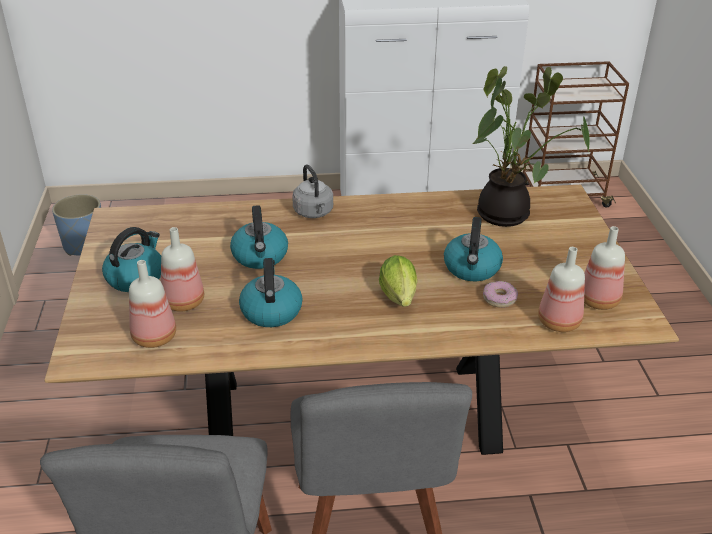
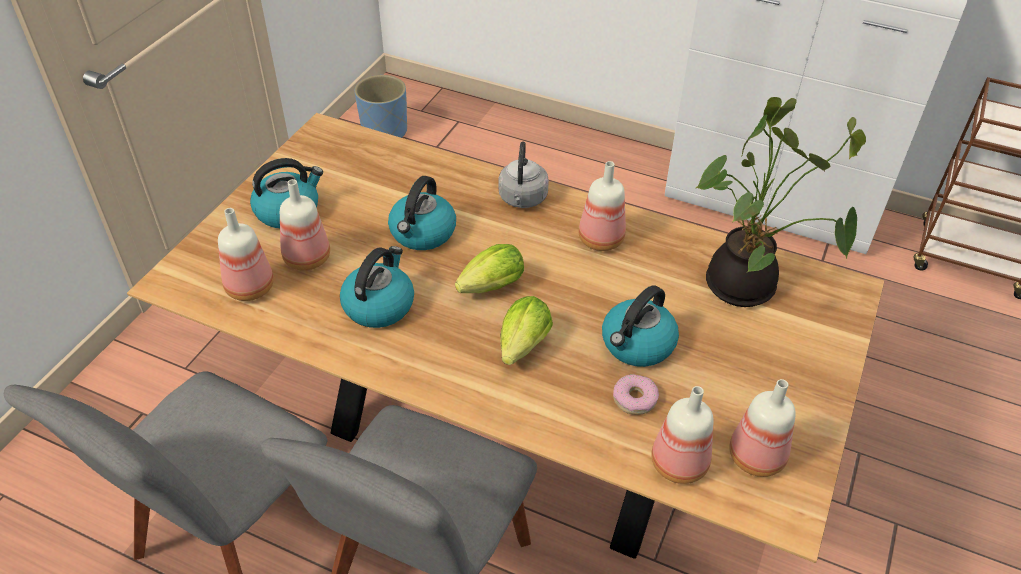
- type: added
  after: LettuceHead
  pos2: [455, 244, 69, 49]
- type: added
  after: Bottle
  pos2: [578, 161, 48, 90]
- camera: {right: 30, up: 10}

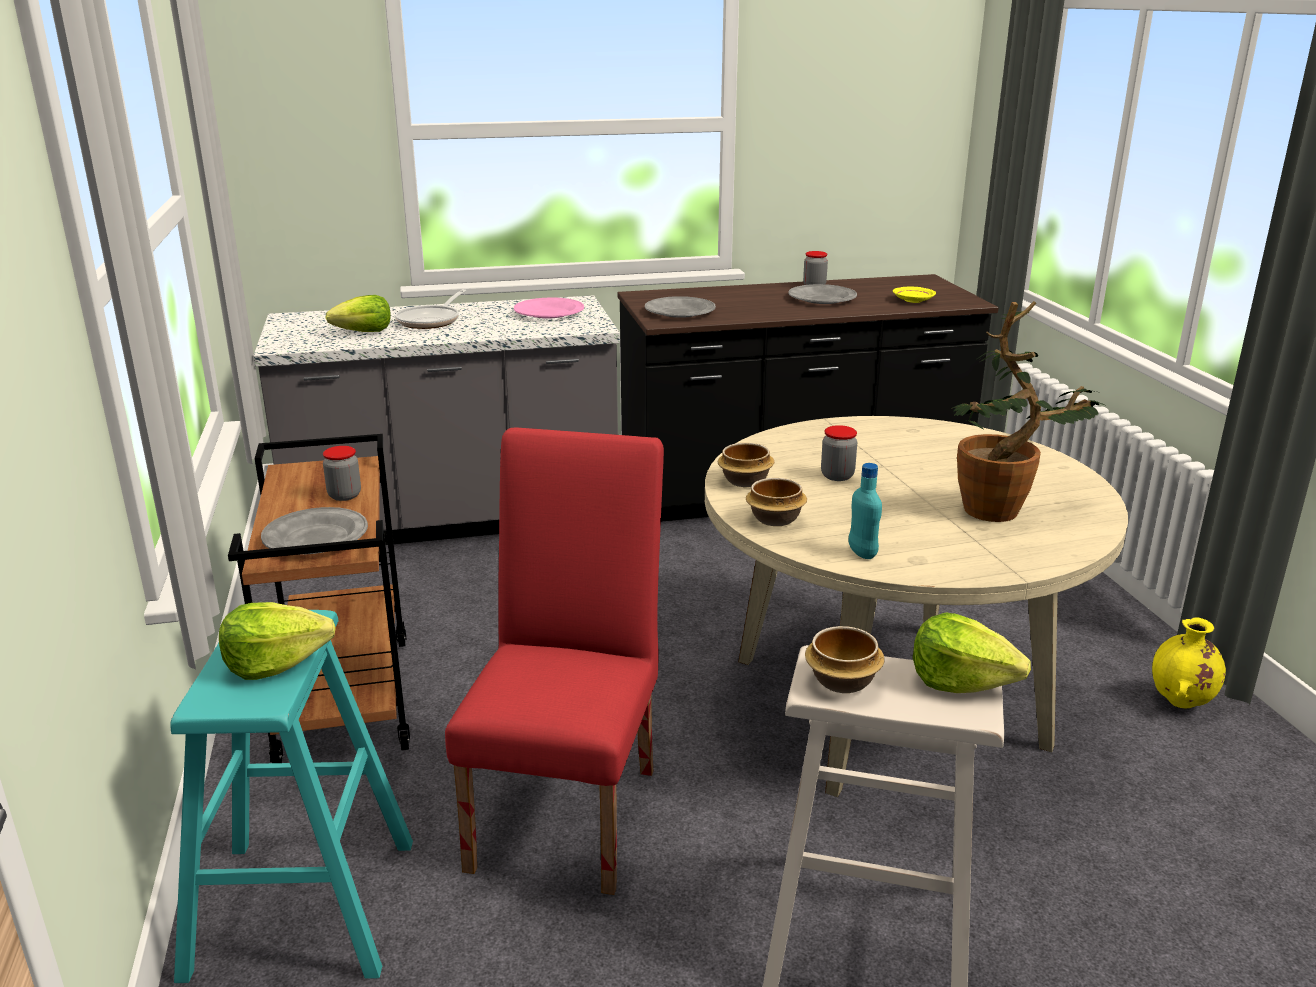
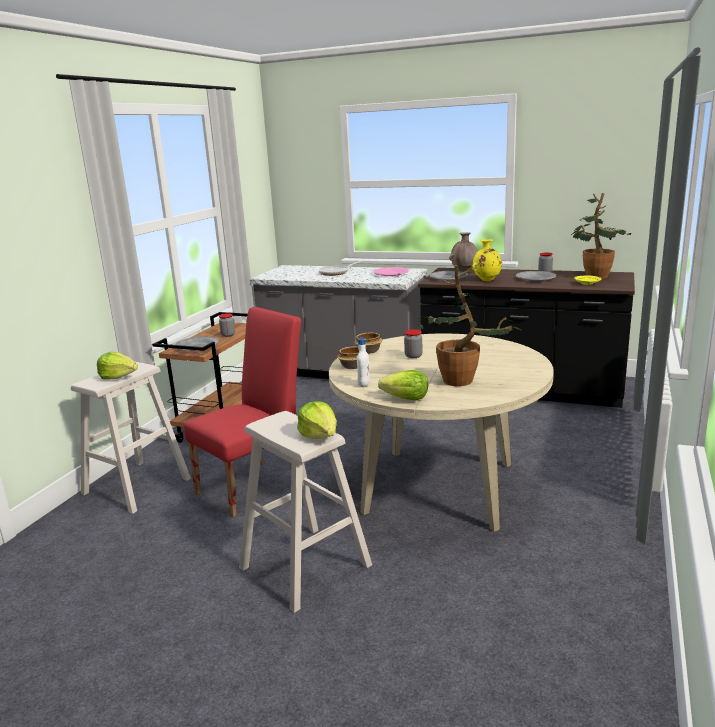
- type: recoloured
  before: TurquoiseColouredSittingStool
  after: BeigeColouredSittingStool
  pos1: [170, 610, 243, 373]
  pos2: [71, 362, 120, 152]
- type: moved
  before: LettuceHead
  pos1: [326, 295, 65, 37]
  pos2: [378, 370, 50, 30]
- type: removed
  before: Bowl
  pos1: [805, 626, 80, 67]
- type: recoloured
  before: TurquoiseColouredBottle
  after: WhiteBottle
  pos1: [849, 463, 33, 96]
  pos2: [357, 338, 13, 49]
- type: moved
  before: YellowColouredDecorativeVase
  pos1: [1152, 617, 74, 91]
  pos2: [472, 239, 30, 42]
- type: added
  after: BrownishDecorativeVase
  pos2: [449, 232, 28, 39]
- type: added
  after: Houseplant
  pos2: [571, 193, 61, 86]
- camera: {right: 35, up: -5}

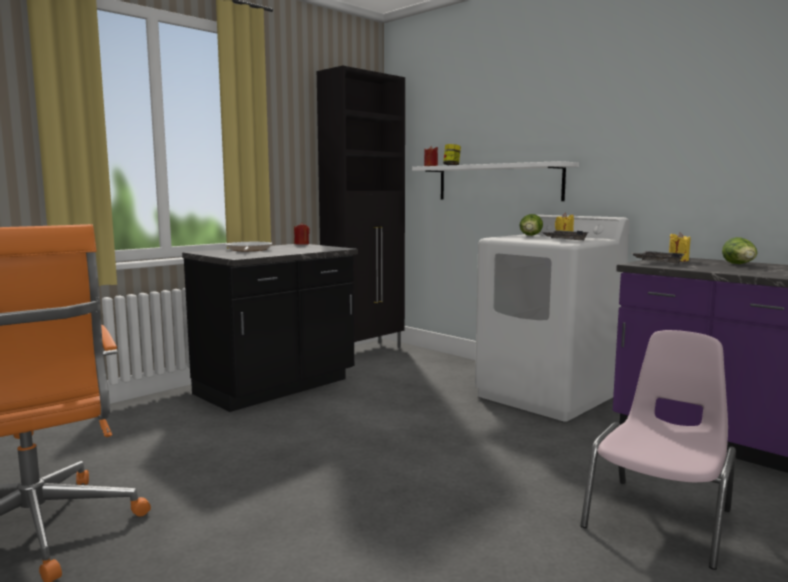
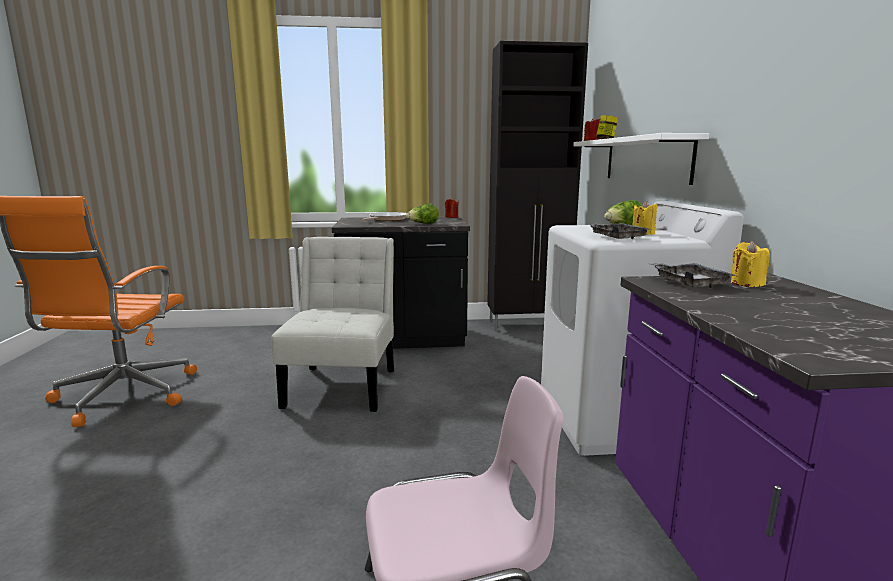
- type: moved
  before: LettuceHead
  pos1: [722, 237, 35, 27]
  pos2: [406, 204, 33, 20]
- type: added
  after: WhiteChair
  pos2: [271, 237, 123, 175]
- camera: {right: 40, up: 5}

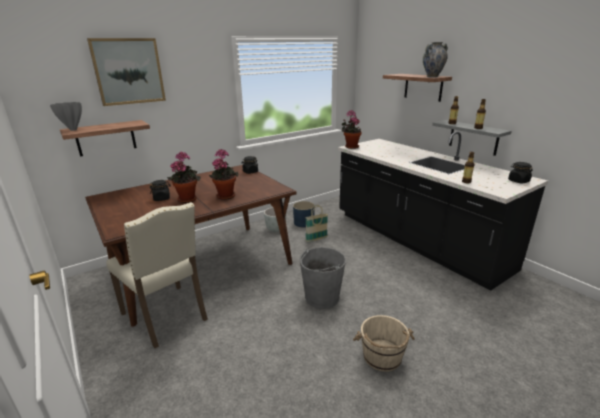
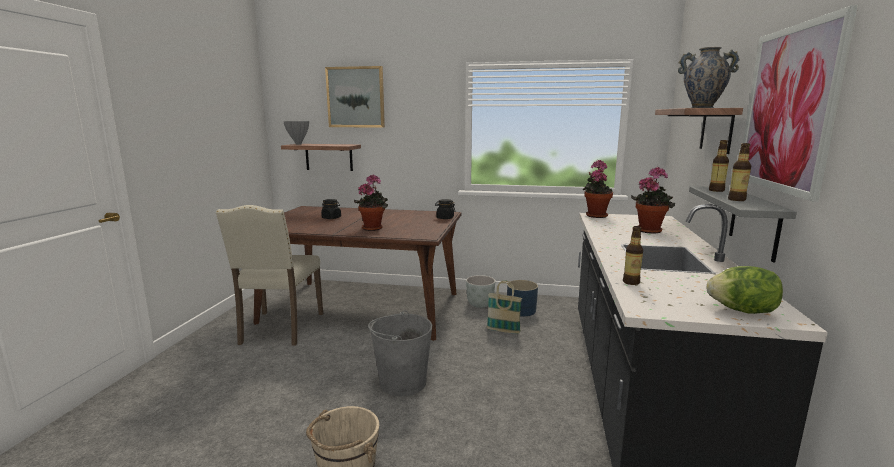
- type: moved
  before: Houseplant
  pos1: [167, 152, 34, 51]
  pos2: [631, 167, 44, 67]
- type: replaced
  before: BlackColouredJar
  after: LettuceHead
  pos1: [508, 162, 25, 21]
  pos2: [707, 266, 76, 48]
- type: added
  after: WallPicture
  pos2: [743, 5, 115, 197]
- camera: {right: 45, up: -10}

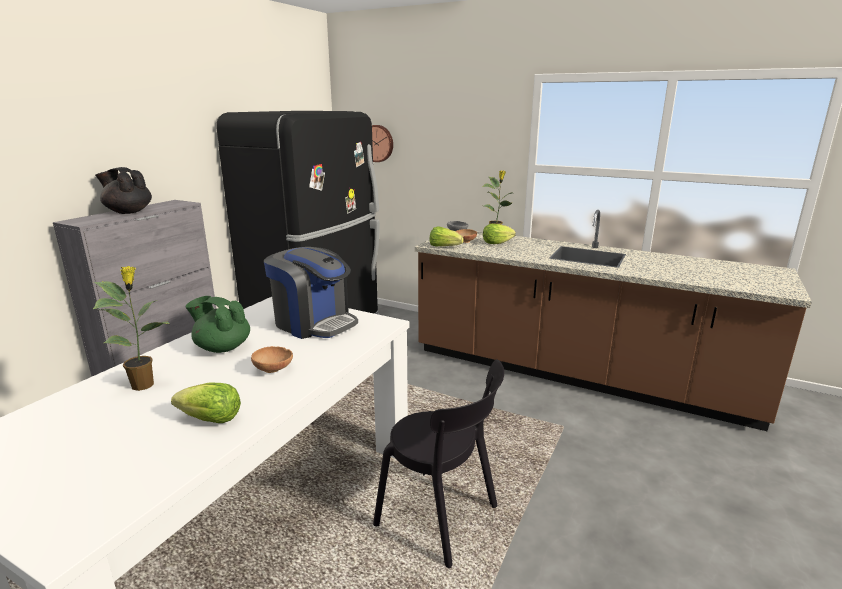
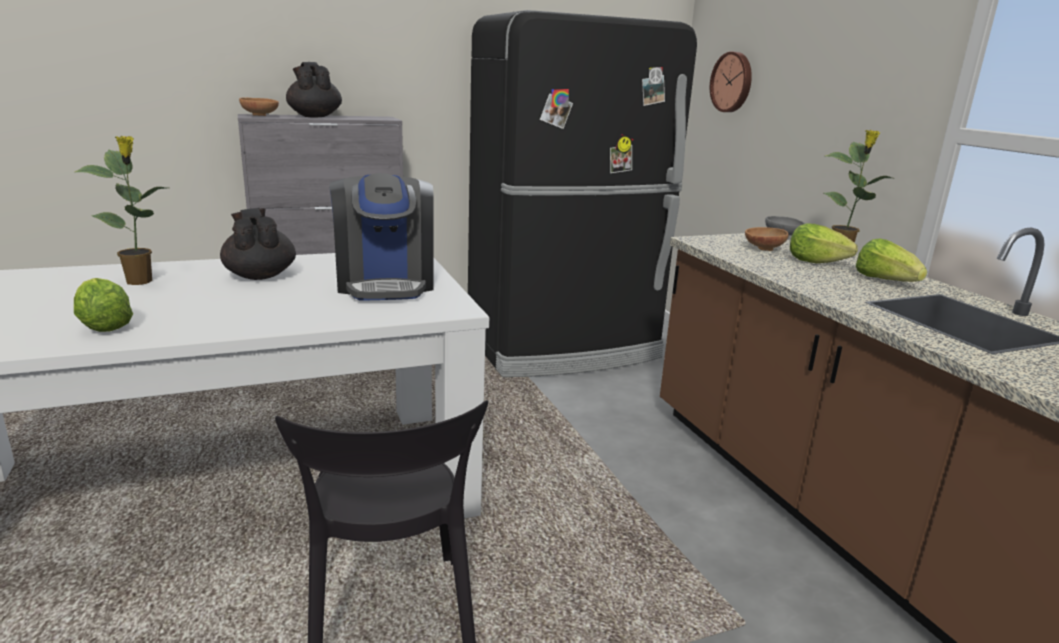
- type: recoloured
  before: GreenishPotForTea
  after: BlackColouredPotForTea
  pos1: [185, 296, 65, 57]
  pos2: [220, 208, 76, 72]
- type: moved
  before: BrownishBowl
  pos1: [251, 346, 42, 27]
  pos2: [239, 98, 40, 18]
- type: moved
  before: LettuceHead
  pos1: [429, 227, 35, 20]
  pos2: [856, 238, 71, 44]
- camera: {right: 40, up: 0}

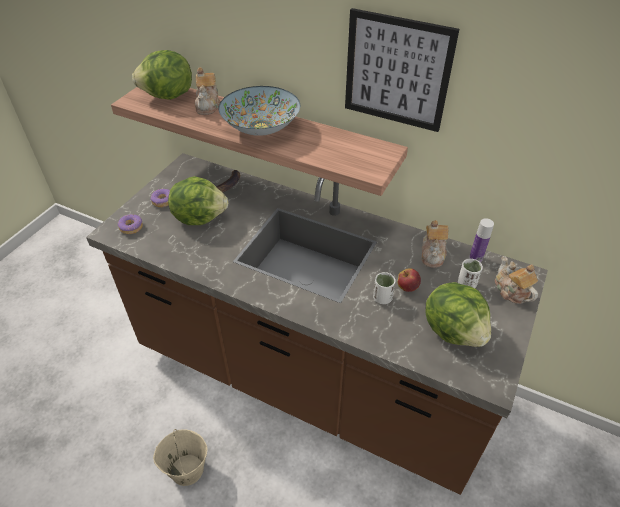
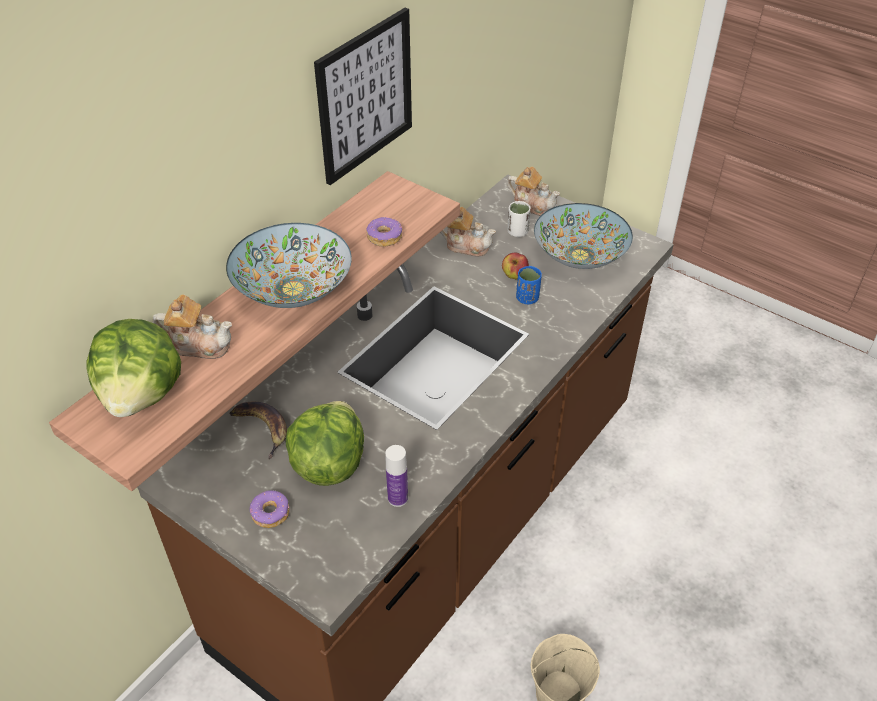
- type: moved
  before: Donut
  pos1: [118, 214, 25, 20]
  pos2: [366, 217, 36, 30]
- type: recoloured
  before: WhiteSmallCup
  after: BlueSmallCup
  pos1: [373, 272, 23, 32]
  pos2: [516, 266, 26, 38]
- type: replaced
  before: LettuceHead
  after: Bowl
  pos1: [426, 282, 65, 65]
  pos2: [534, 203, 99, 66]
- type: moved
  before: Bottle
  pos1: [469, 218, 25, 44]
  pos2: [385, 445, 23, 62]
- type: turned
  before: PotForTea
  pos1: [495, 256, 43, 48]
  pos2: [507, 166, 53, 50]
  turn: -135
- camera: {right: -80, up: 0}

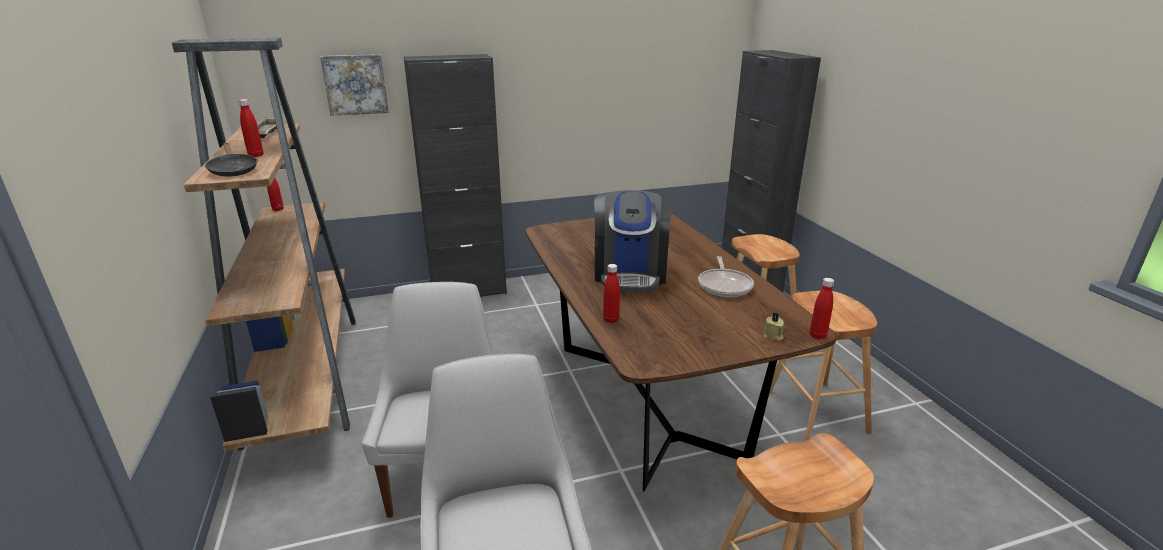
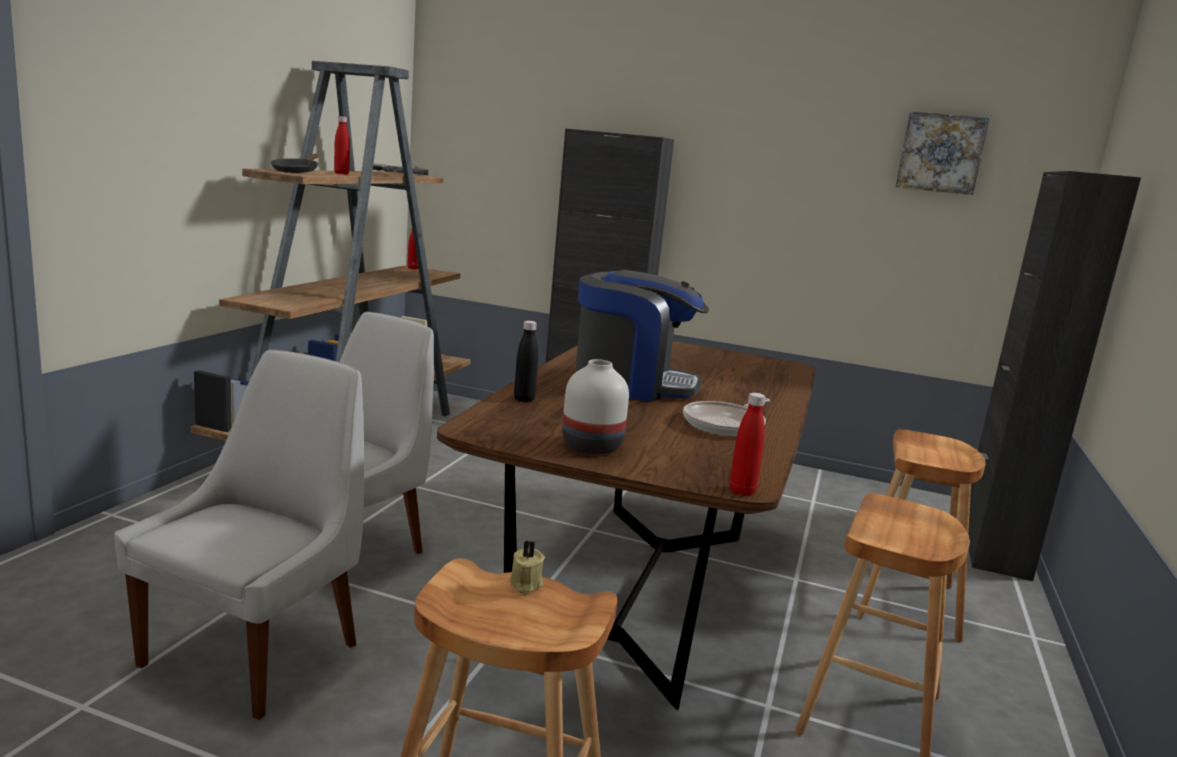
- type: moved
  before: WallPicture
  pos1: [320, 54, 68, 62]
  pos2: [896, 111, 94, 84]
- type: turned
  before: CoffeeMachine
  pos1: [594, 190, 78, 102]
  pos2: [575, 270, 134, 132]
  turn: -120
- type: recoloured
  before: RedBottle
  after: BlackColouredBottle
  pos1: [603, 264, 17, 59]
  pos2: [514, 321, 24, 81]
- type: moved
  before: BeigeColouredWaxCandle
  pos1: [763, 312, 21, 29]
  pos2: [509, 541, 36, 53]
- type: added
  after: WhiteDecorativeVase
  pos2: [562, 359, 67, 95]
- camera: {right: 35, up: -10}

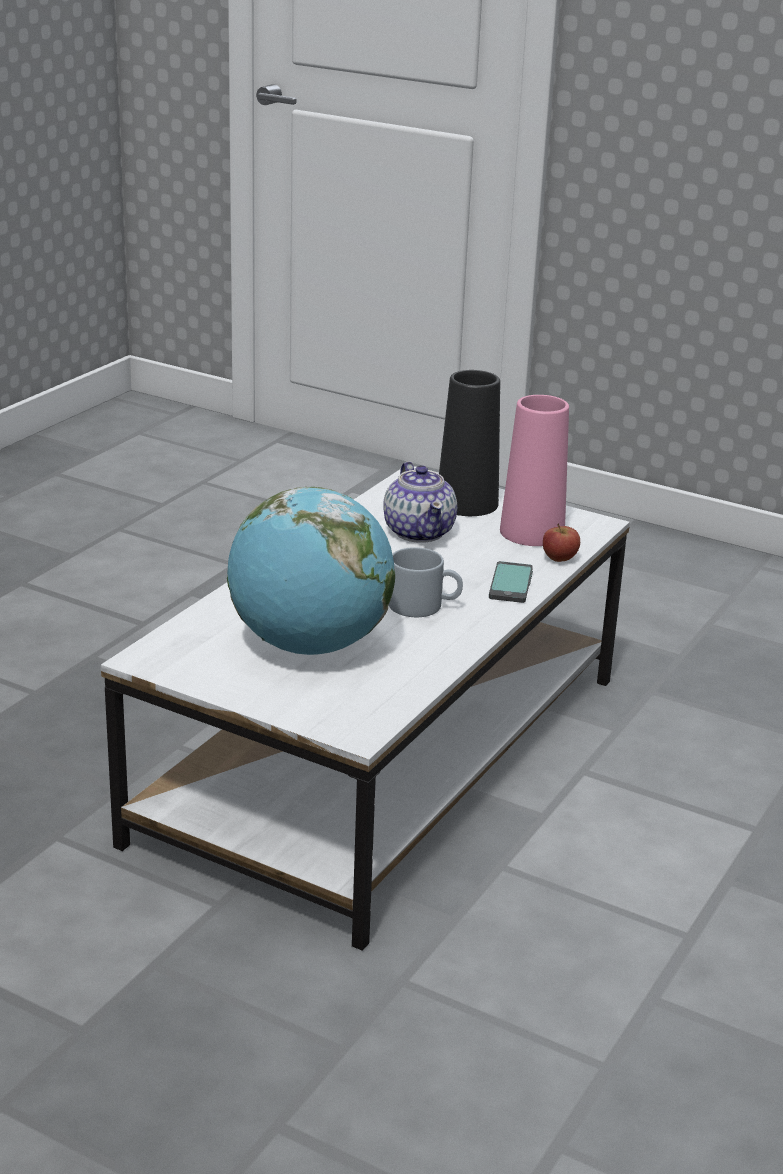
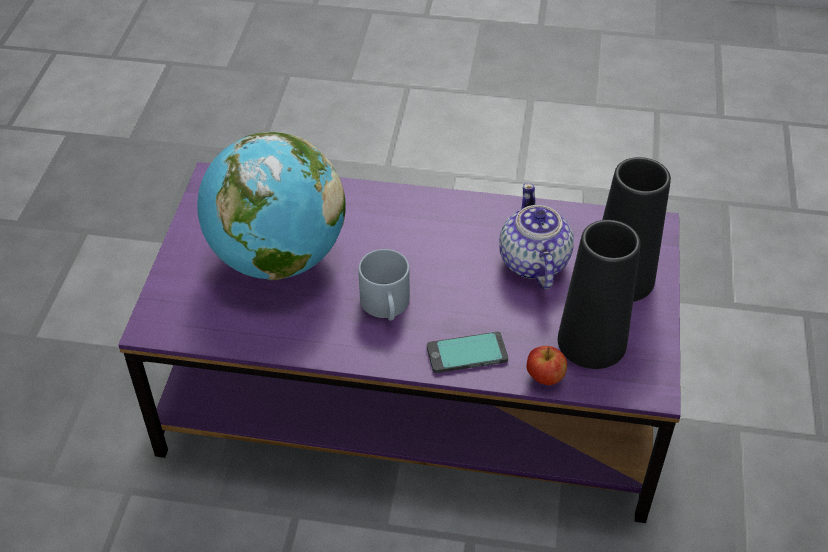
- type: recoloured
  before: WhiteCoffeeTable
  after: PurplishCoffeeTable
  pos1: [101, 466, 529, 485]
  pos2: [118, 162, 563, 361]
- type: turned
  before: PotForTea
  pos1: [383, 462, 74, 81]
  pos2: [499, 183, 75, 106]
  turn: 120
- type: recoloured
  before: PinkDecorativeVase
  after: BlackColouredDecorativeVase
  pos1: [500, 395, 69, 151]
  pos2: [558, 220, 83, 149]
- camera: {right: 70, up: 20}

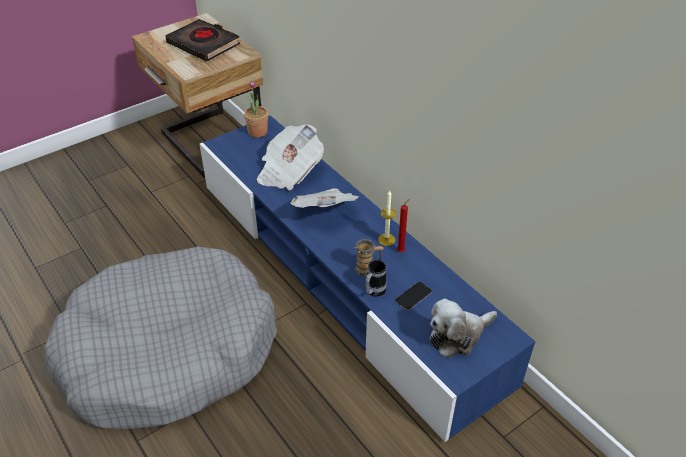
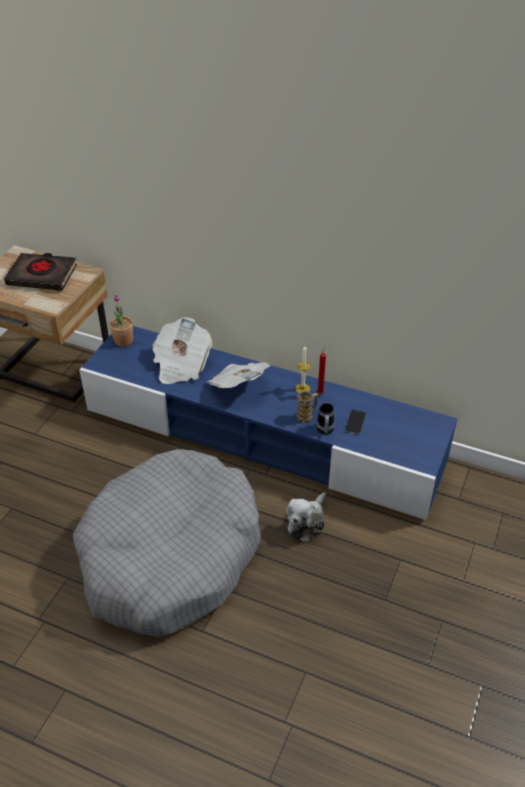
- type: moved
  before: SoftToy
  pos1: [429, 298, 68, 60]
  pos2: [286, 492, 40, 51]
- camera: {right: -30, up: 0}

